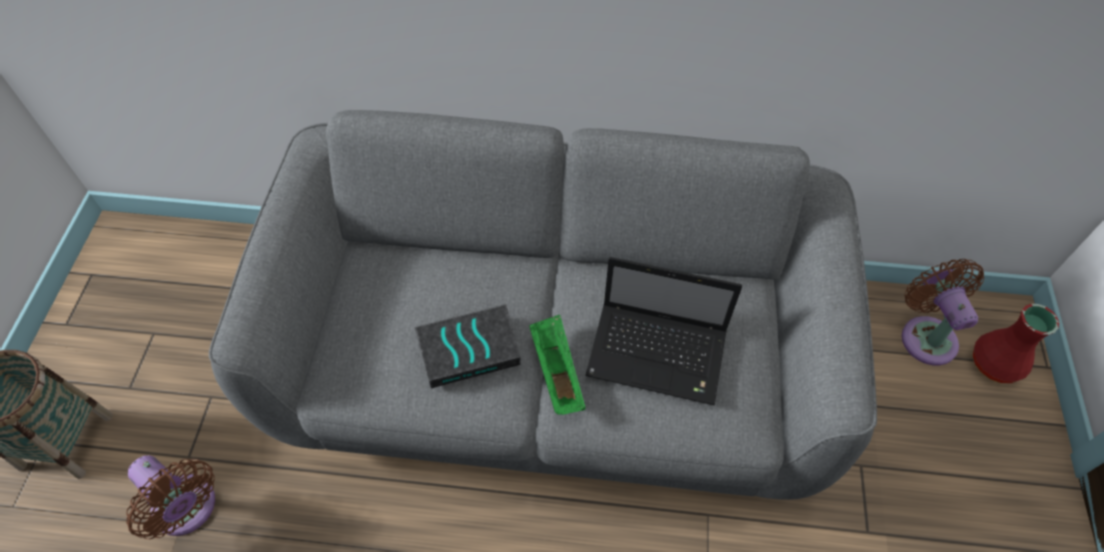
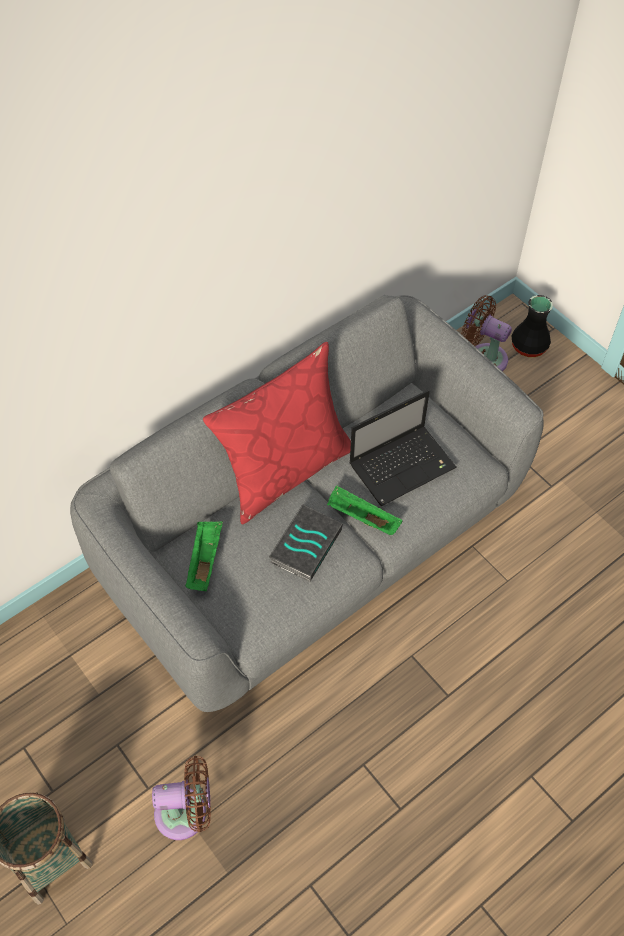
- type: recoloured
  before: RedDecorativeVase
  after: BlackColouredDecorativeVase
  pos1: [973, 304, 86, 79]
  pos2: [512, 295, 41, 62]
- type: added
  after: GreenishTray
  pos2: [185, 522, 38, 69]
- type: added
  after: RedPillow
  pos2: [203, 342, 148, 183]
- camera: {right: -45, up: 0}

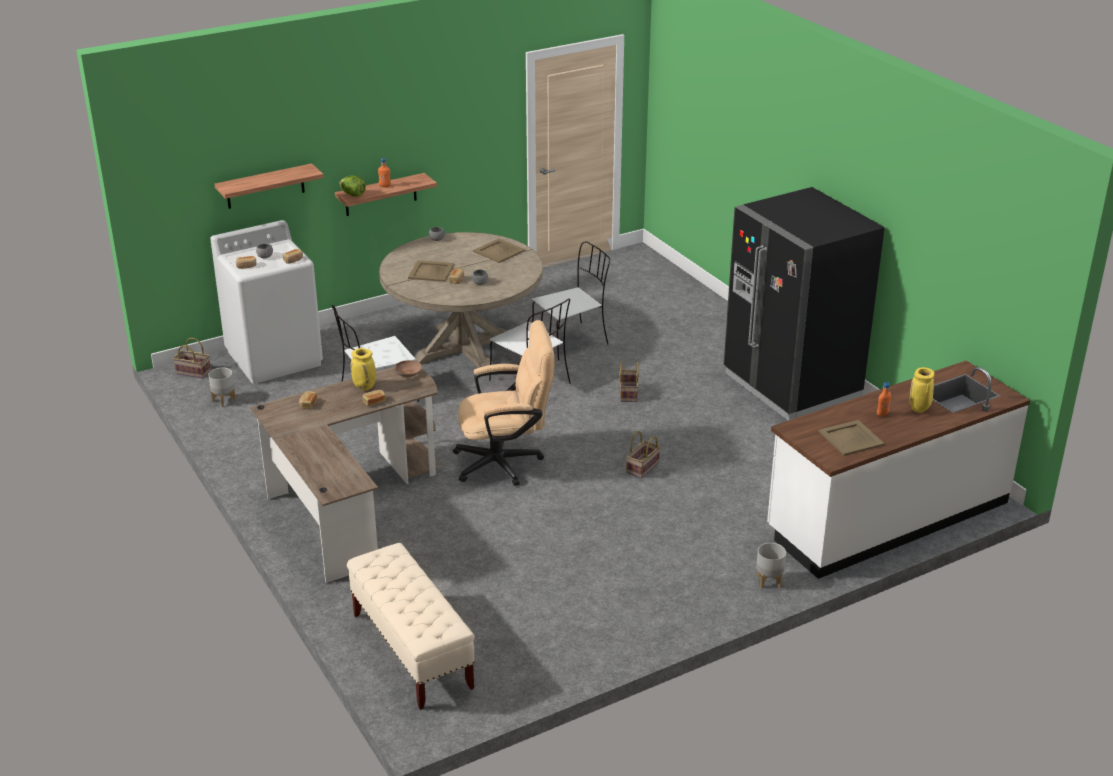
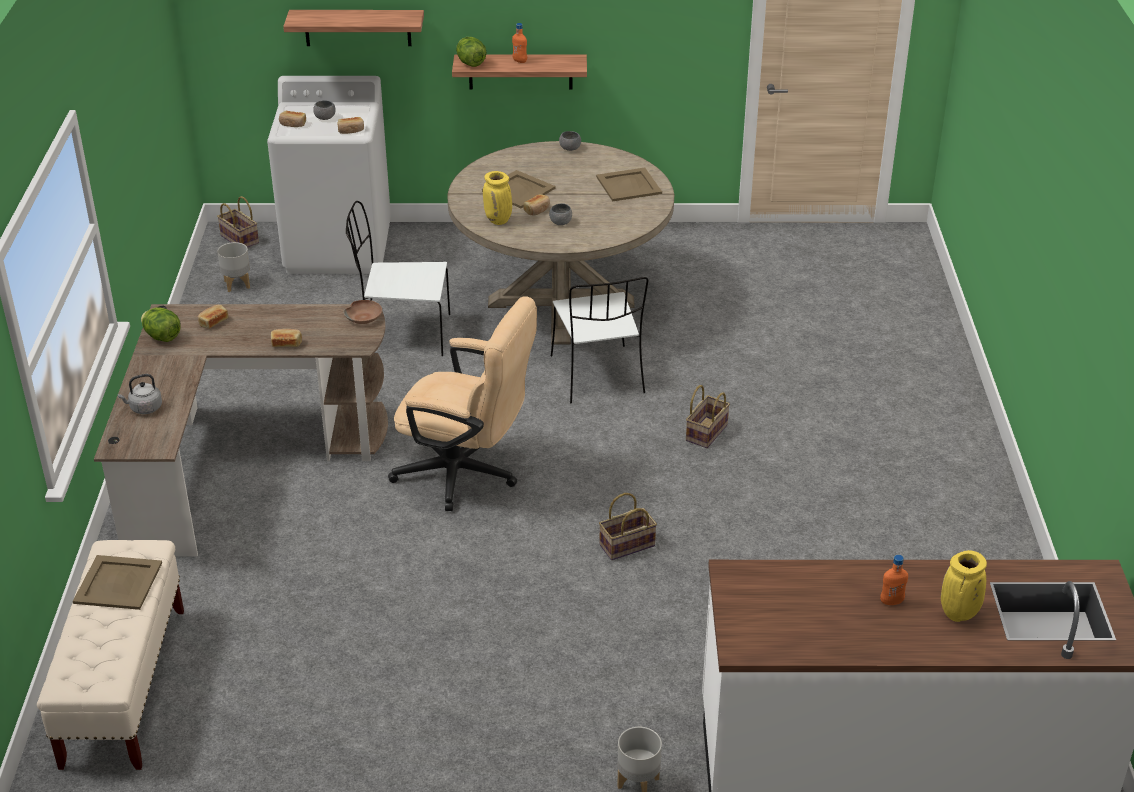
- type: moved
  before: YellowColouredDecorativeVase
  pos1: [351, 348, 25, 42]
  pos2: [483, 171, 29, 54]
- type: removed
  before: WhiteChair
  pos1: [532, 241, 78, 120]
- type: removed
  before: BlackColouredRefrigerator
  pos1: [724, 187, 161, 234]
- type: moved
  before: BeigeColouredTray
  pos1: [818, 420, 67, 36]
  pos2: [73, 555, 89, 55]
- type: added
  after: GreyishTeaKettle
  pos2: [117, 374, 45, 40]
- type: added
  after: LettuceHead
  pos2: [141, 307, 39, 35]
- camera: {right: 30, up: 5}

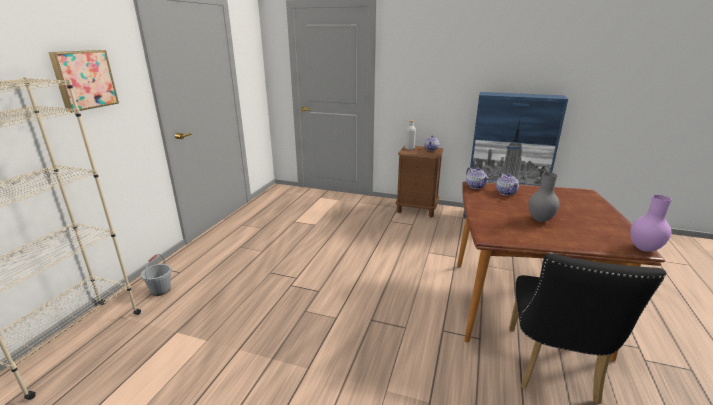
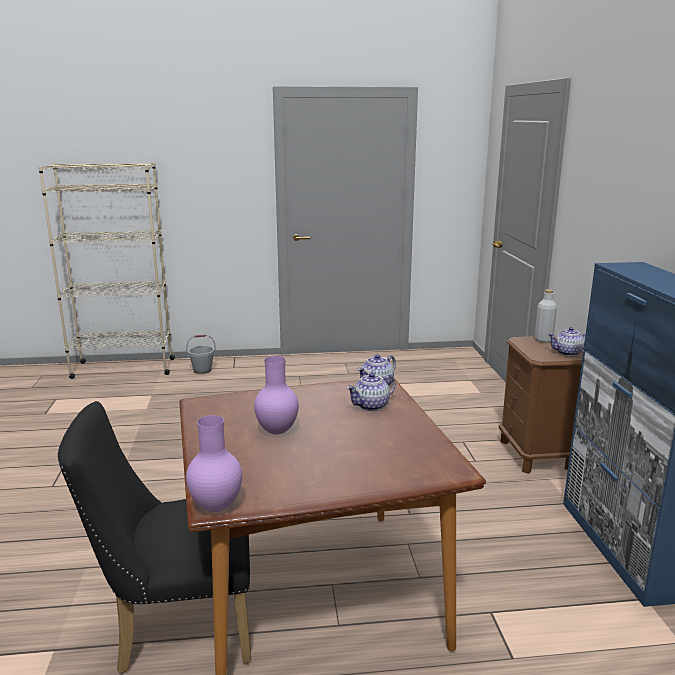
- type: removed
  before: WallPicture
  pos1: [48, 50, 71, 61]
- type: recoloured
  before: GreyishDecorativeVase
  after: PurplishDecorativeVase
  pos1: [528, 172, 32, 50]
  pos2: [254, 356, 45, 79]
- camera: {right: 65, up: -5}

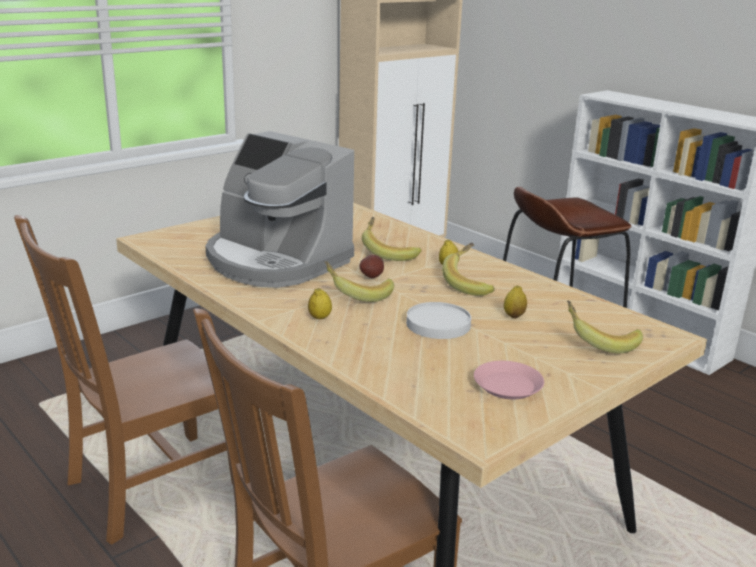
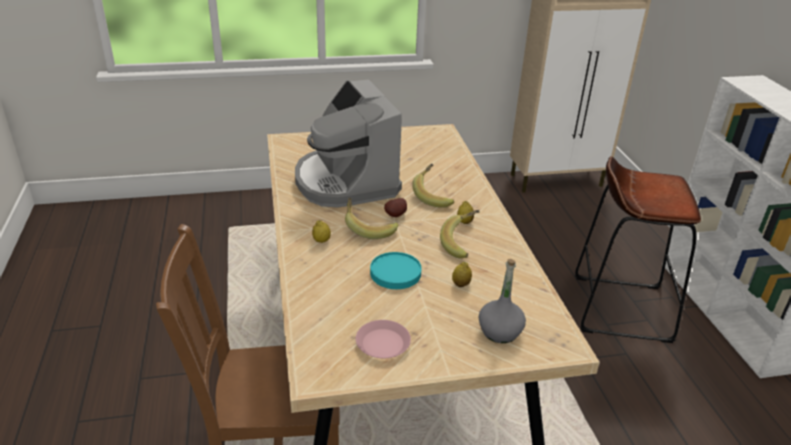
- type: removed
  before: BrownishChair
  pos1: [14, 215, 219, 330]
- type: recoloured
  before: WhitePlate
  after: TurquoiseColouredPlate
  pos1: [406, 302, 65, 37]
  pos2: [370, 252, 52, 37]
- type: replaced
  before: WholeBanana
  after: GreyishBottle
  pos1: [567, 300, 76, 54]
  pos2: [478, 259, 48, 84]
- camera: {right: 30, up: 10}

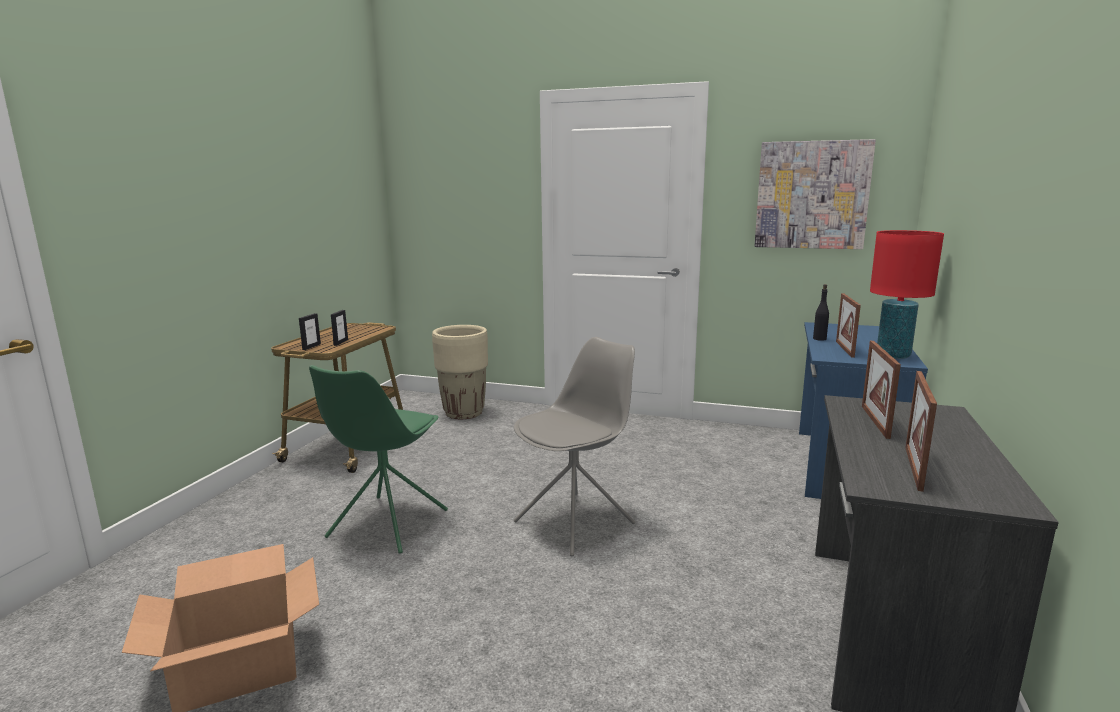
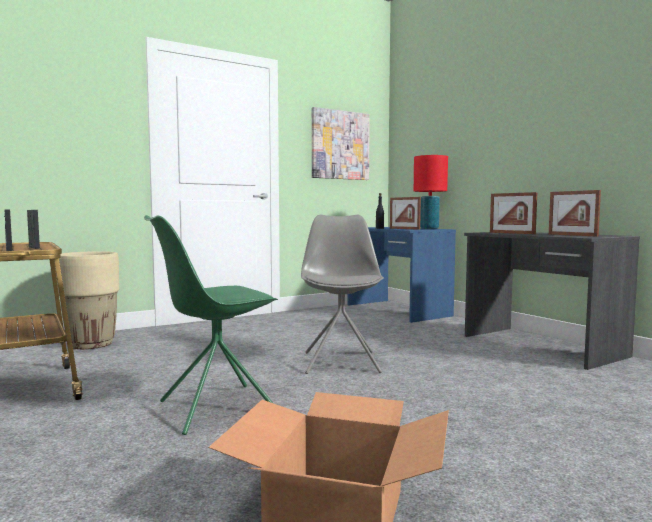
- type: turned
  before: GreenishChair
  pos1: [309, 365, 139, 189]
  pos2: [144, 215, 134, 220]
  turn: 90
- camera: {right: -50, up: -10}

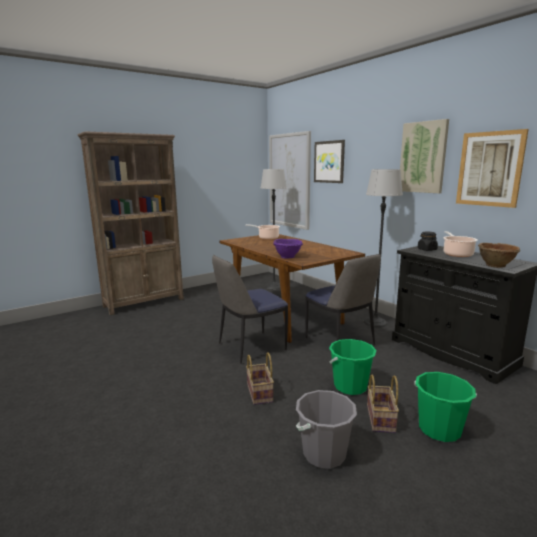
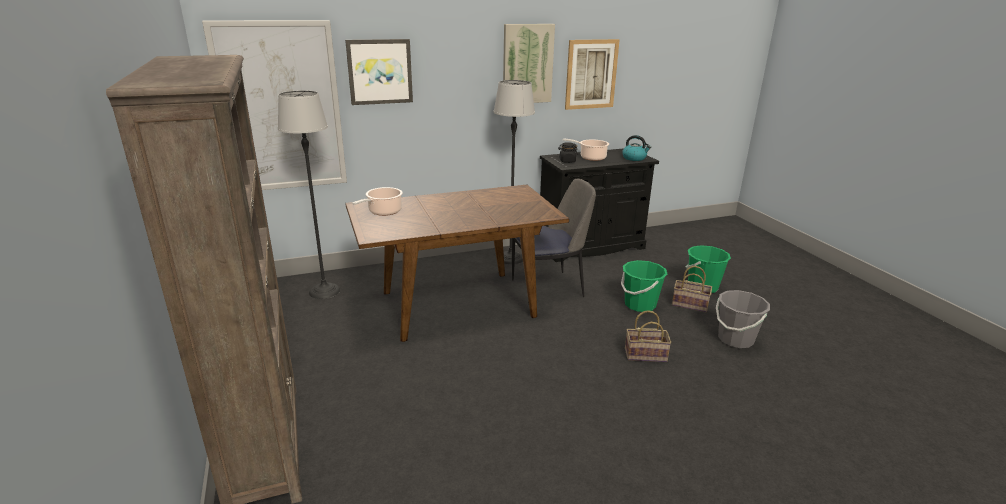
- type: removed
  before: Chair
  pos1: [212, 255, 76, 109]
- type: removed
  before: PurplishBowl
  pos1: [273, 239, 30, 20]
- type: replaced
  before: BrownishBowl
  after: TeaKettle
  pos1: [478, 243, 42, 25]
  pos2: [622, 135, 29, 26]
- camera: {right: -75, up: 10}

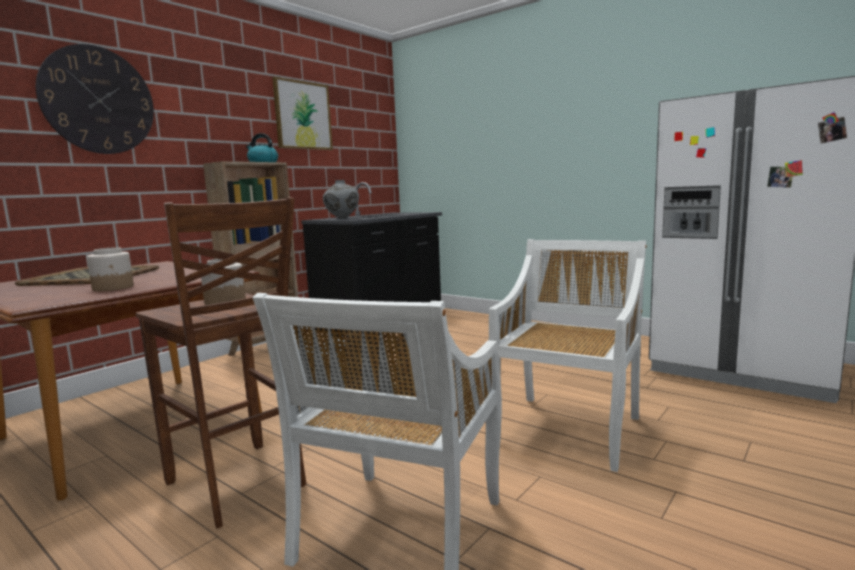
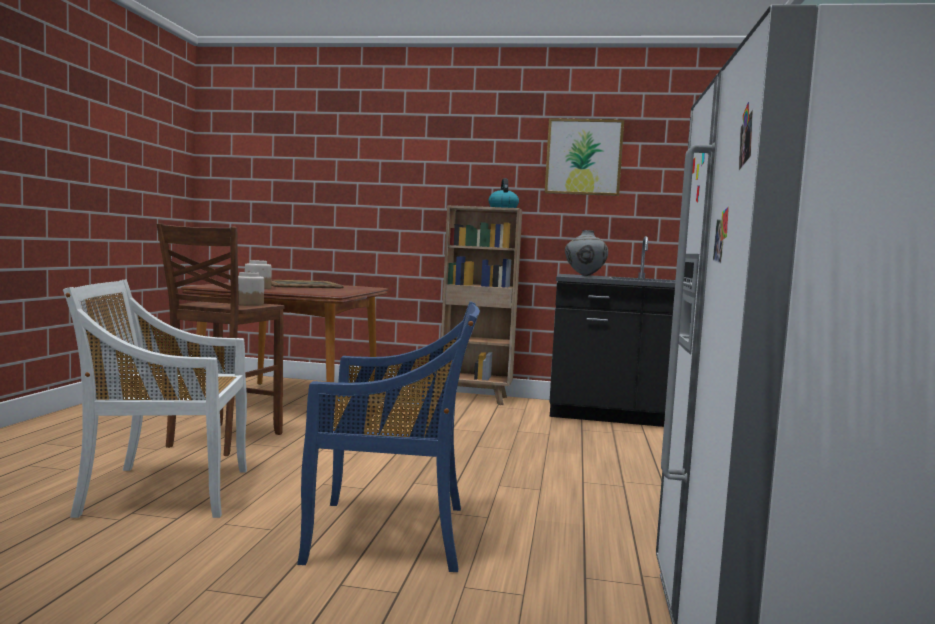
- type: removed
  before: ClockOnTheWall
  pos1: [36, 44, 118, 110]
- type: recoloured
  before: WhiteChair
  after: BlueChair
  pos1: [489, 239, 158, 233]
  pos2: [297, 301, 183, 271]
- camera: {right: 60, up: -5}

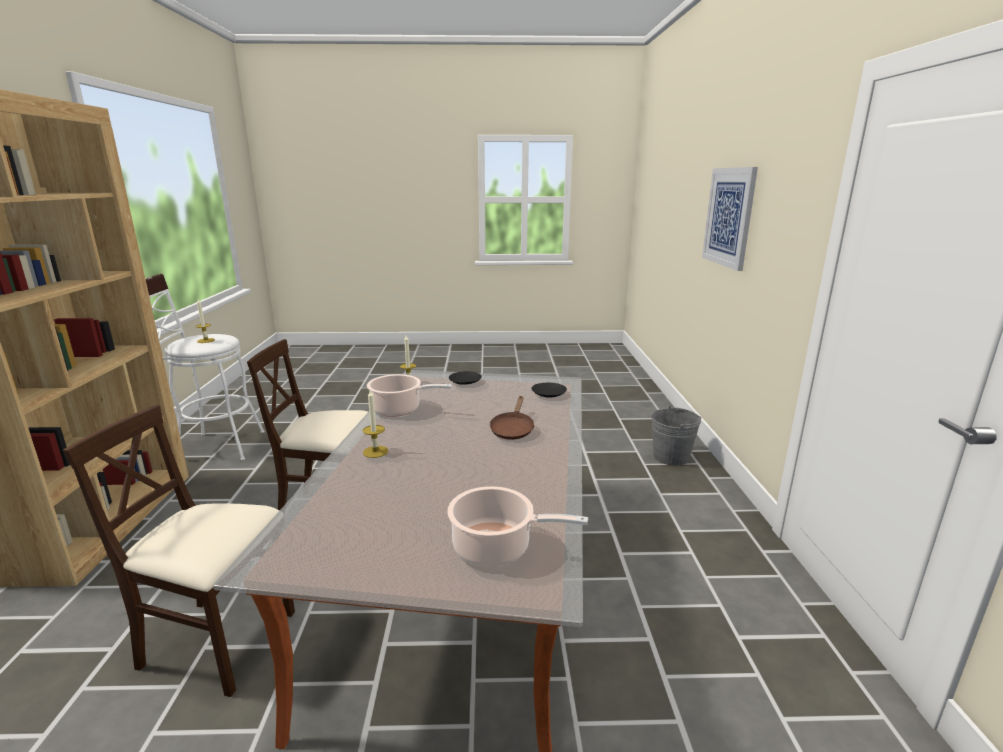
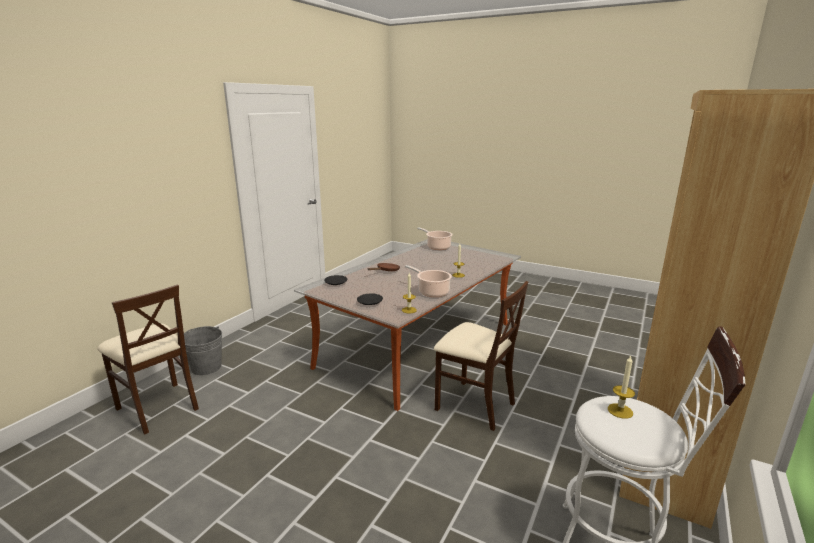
- type: moved
  before: BeigeColouredChair
  pos1: [63, 405, 232, 292]
  pos2: [97, 285, 102, 150]
- type: removed
  before: WallPicture
  pos1: [702, 167, 56, 104]
- camera: {right: -150, up: 0}

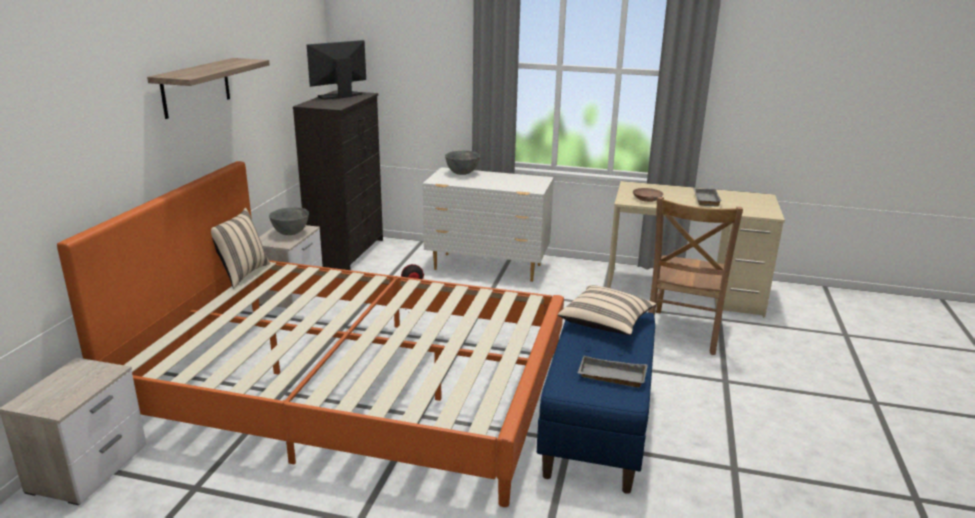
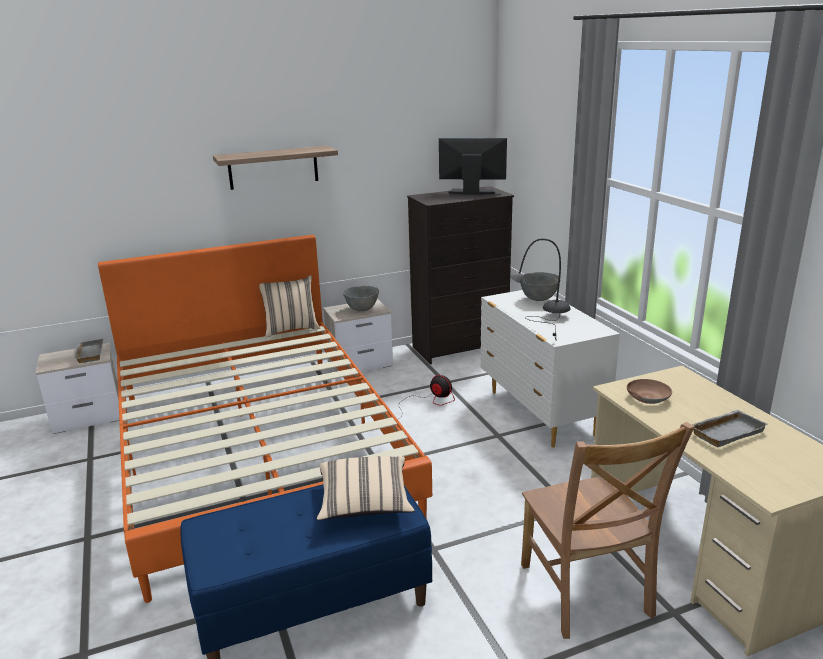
- type: moved
  before: GreyishTray
  pos1: [578, 356, 70, 32]
  pos2: [74, 338, 29, 25]
- type: turned
  before: BrownishChair
  pos1: [648, 196, 95, 159]
  pos2: [521, 422, 174, 217]
  turn: -90
- type: added
  after: GreyishLampForATable
  pos2: [510, 239, 61, 101]
- camera: {right: 55, up: 0}

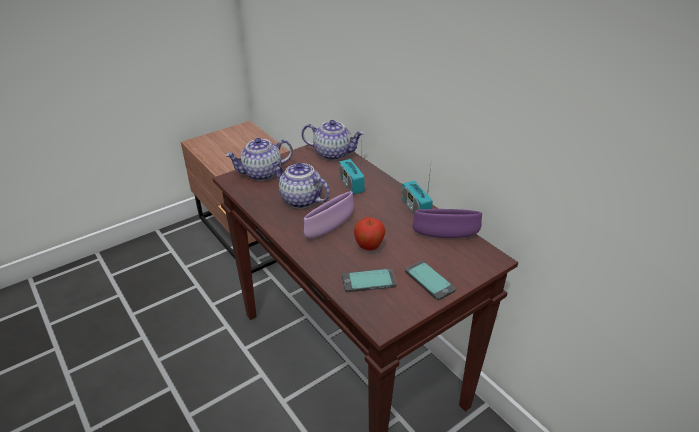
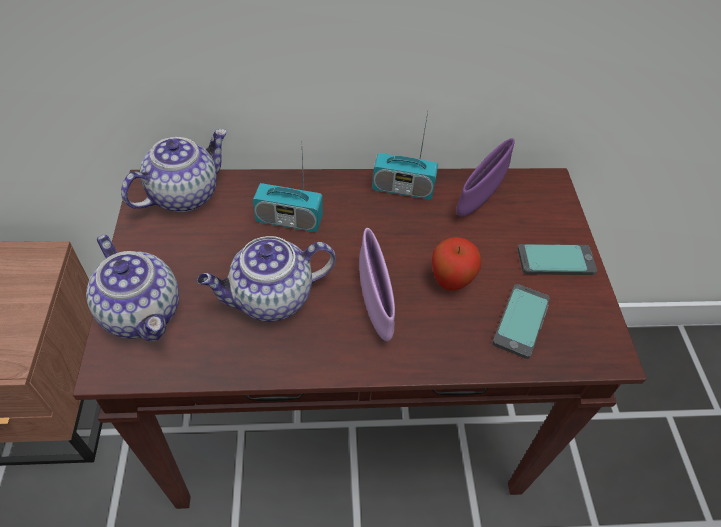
- type: turned
  before: PotForTea
  pos1: [225, 138, 68, 43]
  pos2: [86, 235, 93, 106]
  turn: -45
- camera: {right: -60, up: 15}

